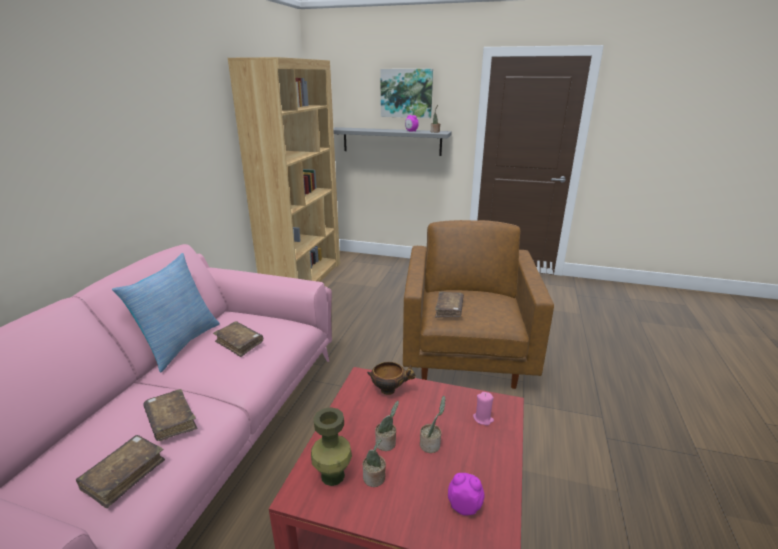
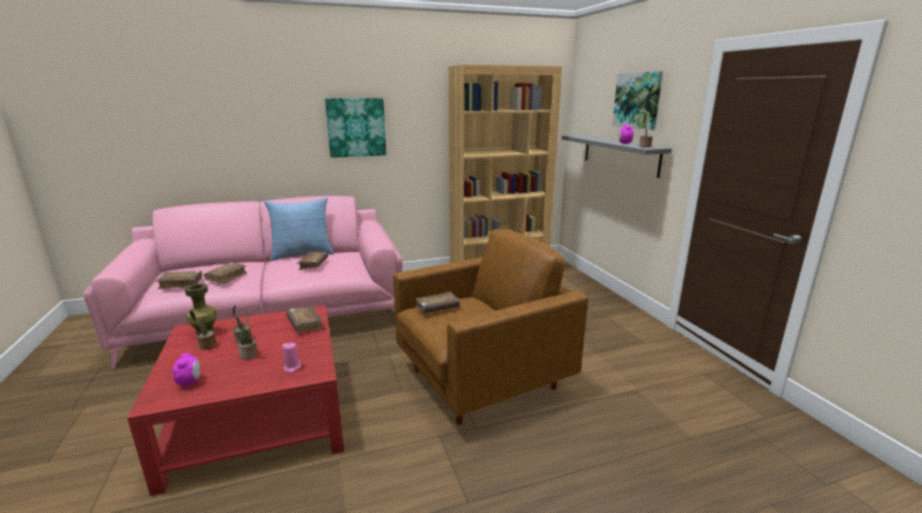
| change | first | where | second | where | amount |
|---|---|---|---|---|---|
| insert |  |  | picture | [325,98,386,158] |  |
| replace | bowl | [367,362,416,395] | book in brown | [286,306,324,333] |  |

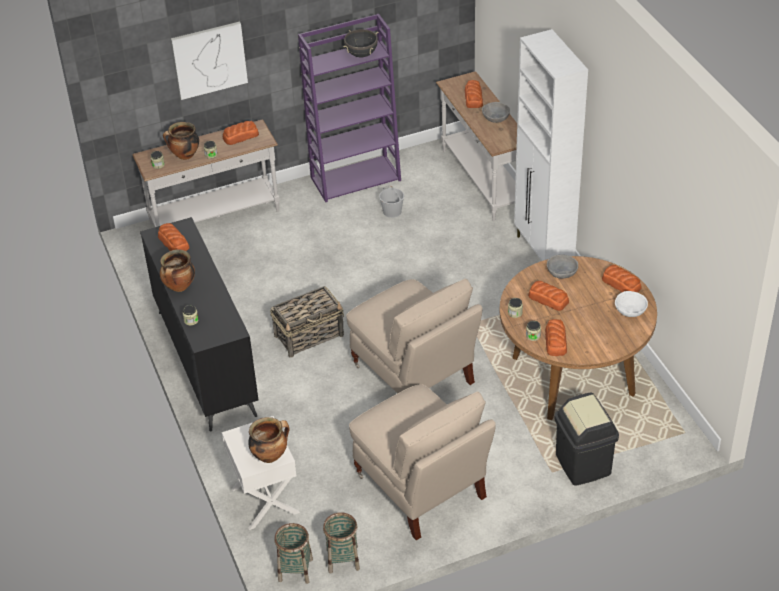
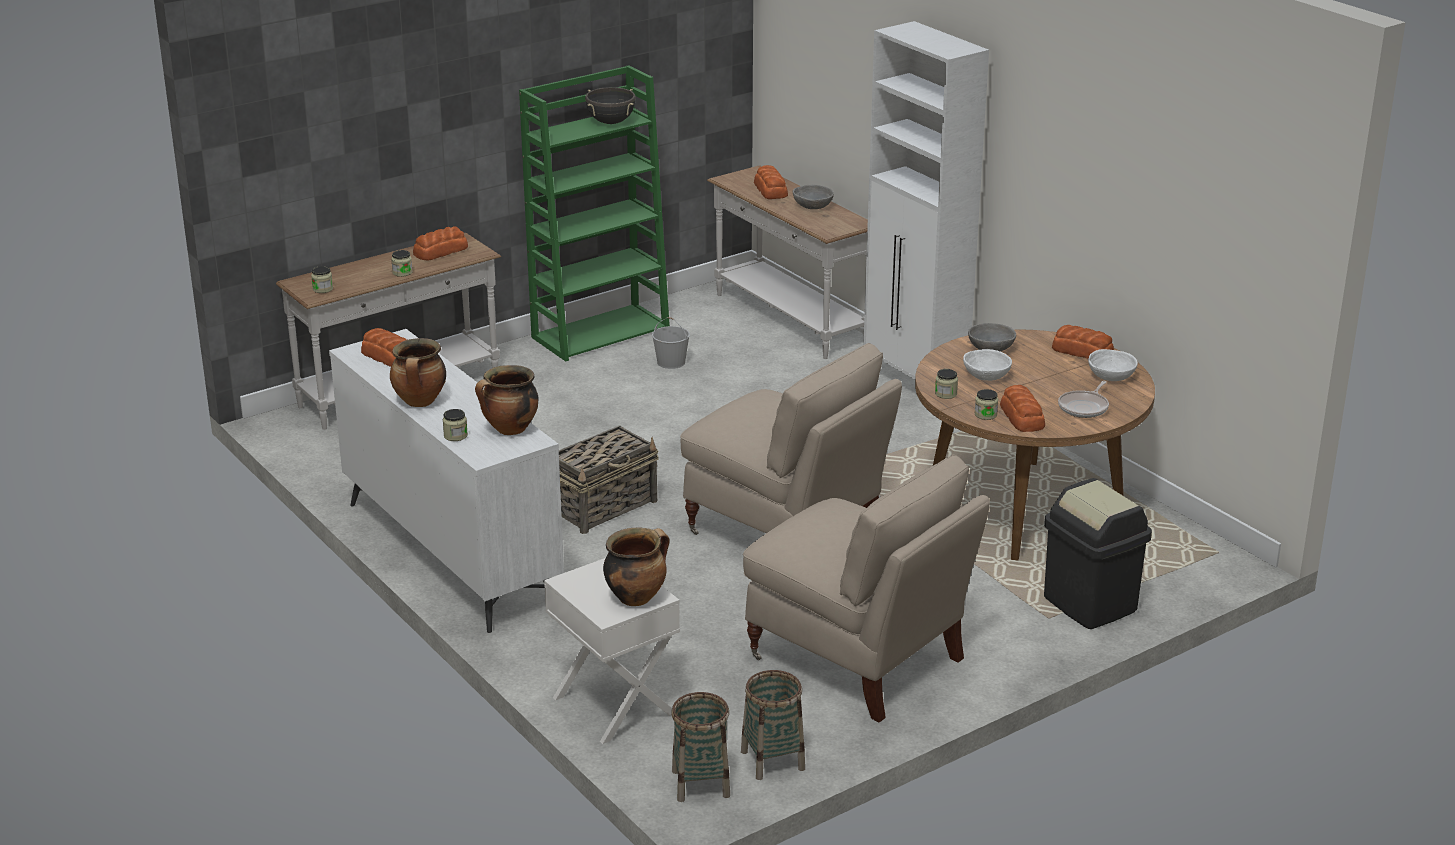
| change | first | where | second | where | amount |
|---|---|---|---|---|---|
| delete | picture | [171,22,248,100] |  |  |  |
| insert |  |  | frying pan | [1058,381,1109,418] |  |
| move | cooking pot | [163,122,199,160] |  | [475,365,539,435] |  |
| replace | bread | [528,281,569,311] | bowl in white | [963,349,1012,381] |  |
| recolor | dresser in black | [140,217,259,432] | dresser in white | [329,329,564,633] |  |
| recolor | bookcase in purple | [298,14,401,202] | bookcase in green | [519,65,670,361] |  |

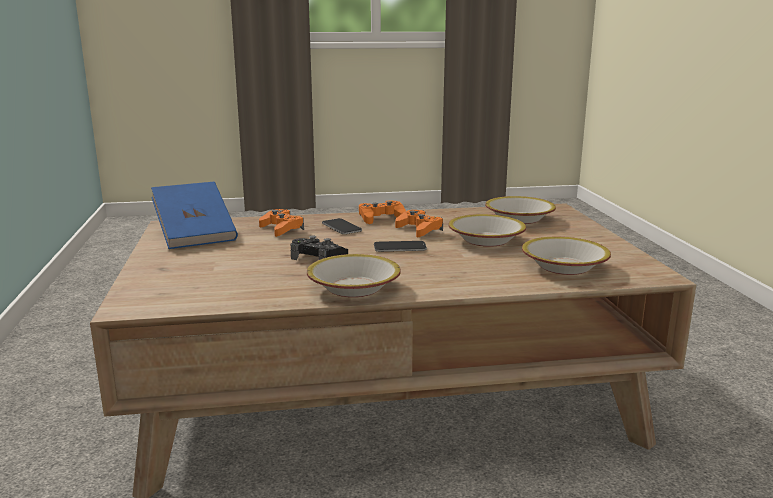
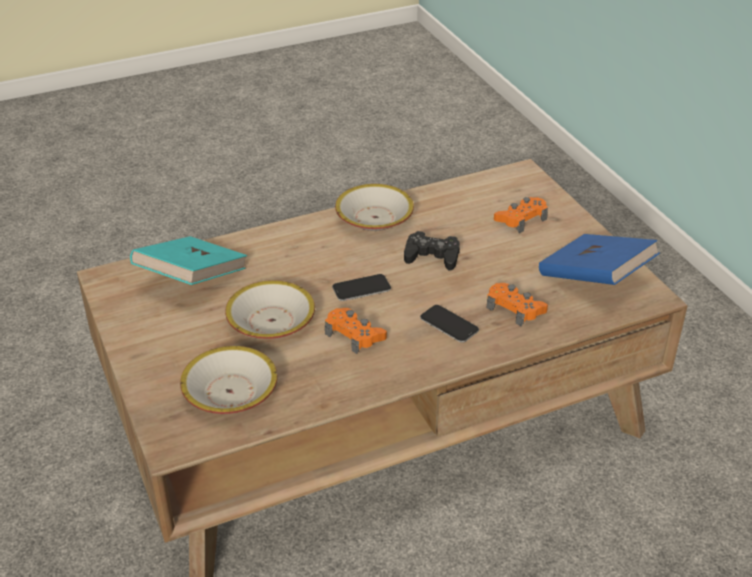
| change | first | where | second | where | amount |
|---|---|---|---|---|---|
| move | game controller in orange | [359,200,406,224] |  | [494,197,548,233] |  |
| replace | bowl | [522,237,611,275] | book in turquoise | [130,236,247,285] |  |

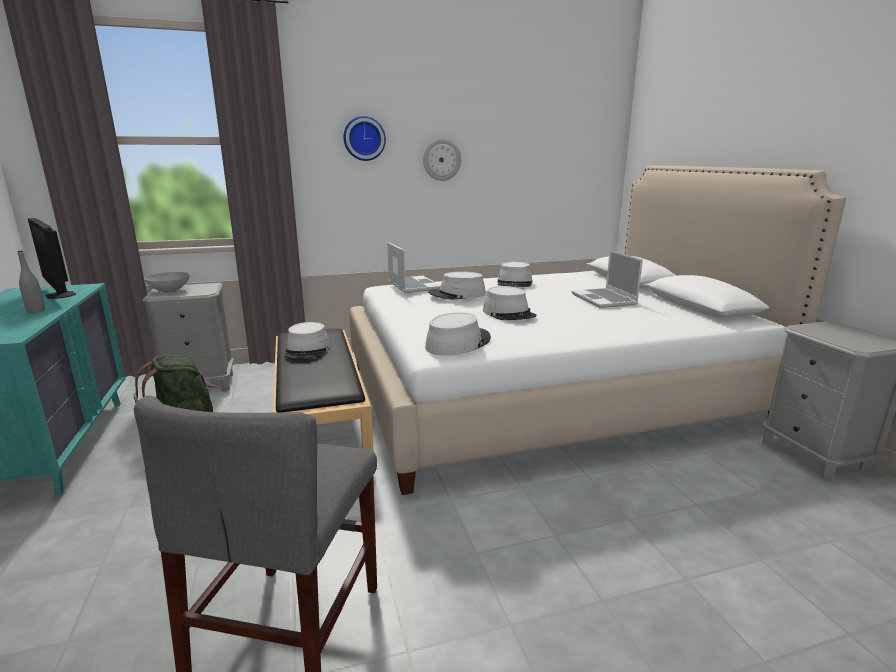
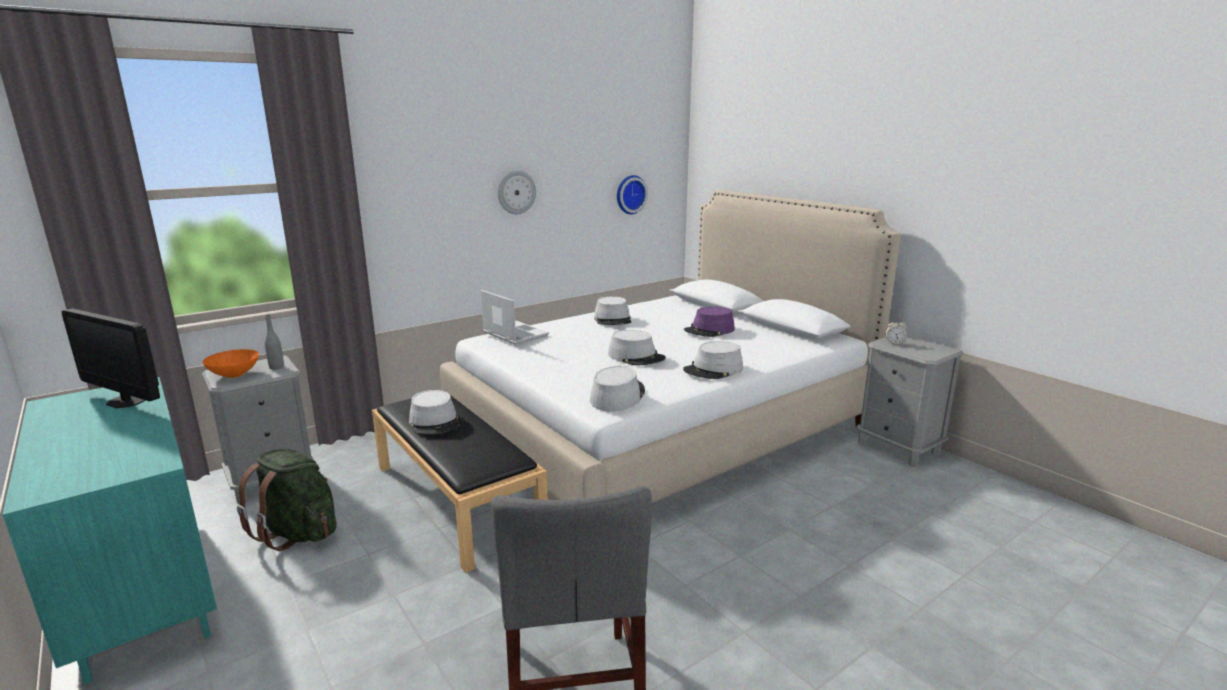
| change | first | where | second | where | amount |
|---|---|---|---|---|---|
| insert |  |  | alarm clock | [886,319,907,345] |  |
| move | bottle in grey | [18,251,45,313] |  | [265,315,284,370] |  |
| move | wall clock | [343,116,386,161] |  | [617,175,648,214] |  |
| move | hat in grey | [428,272,486,300] |  | [683,341,743,379] |  |
| replace | laptop | [572,250,643,308] | hat in purple | [684,307,735,337] |  |
| recolor | bowl in grey | [144,272,190,293] | bowl in orange | [202,349,259,378] |  |

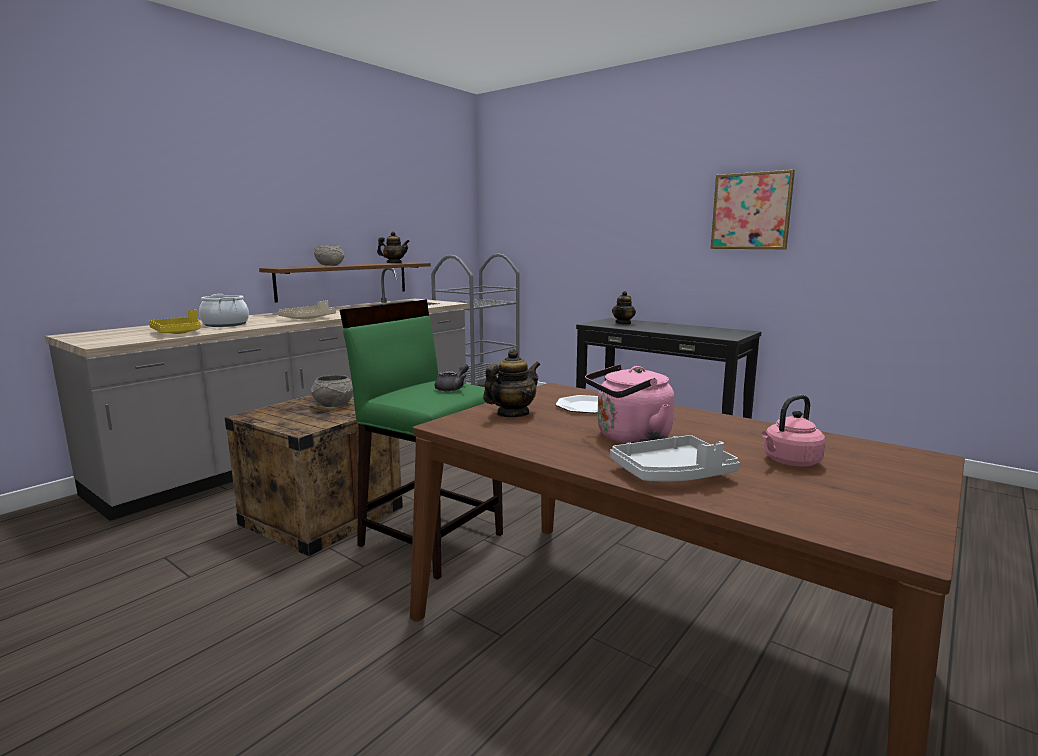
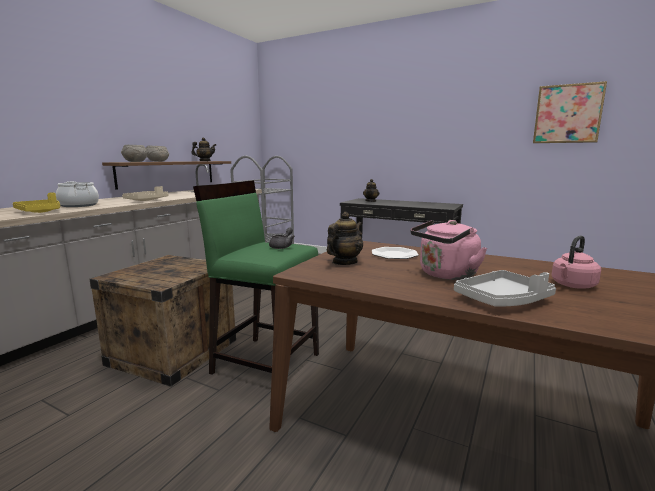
| change | first | where | second | where | amount |
|---|---|---|---|---|---|
| move | bowl in grey | [311,375,353,407] |  | [121,145,147,162] |  |
| move | picture | [710,170,795,249] |  | [533,81,607,143] |  |

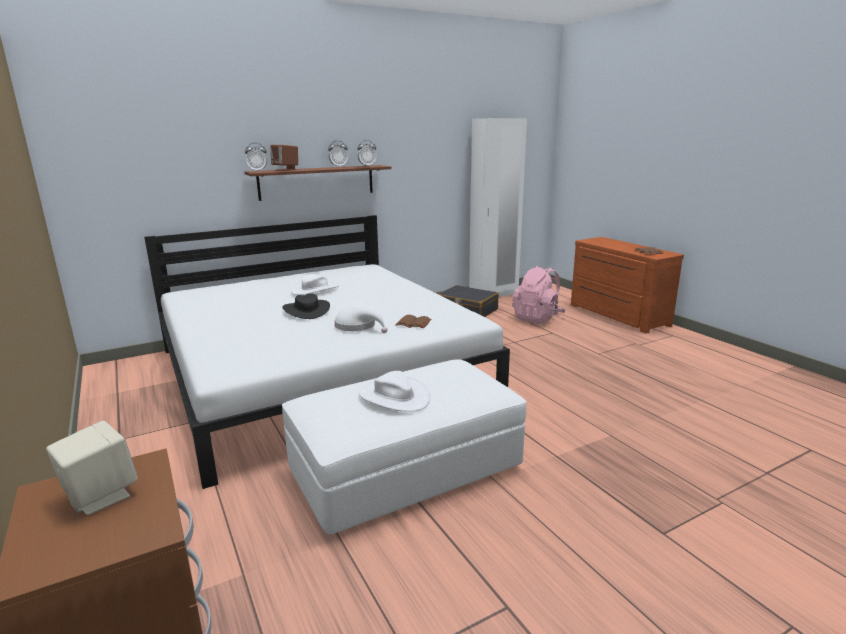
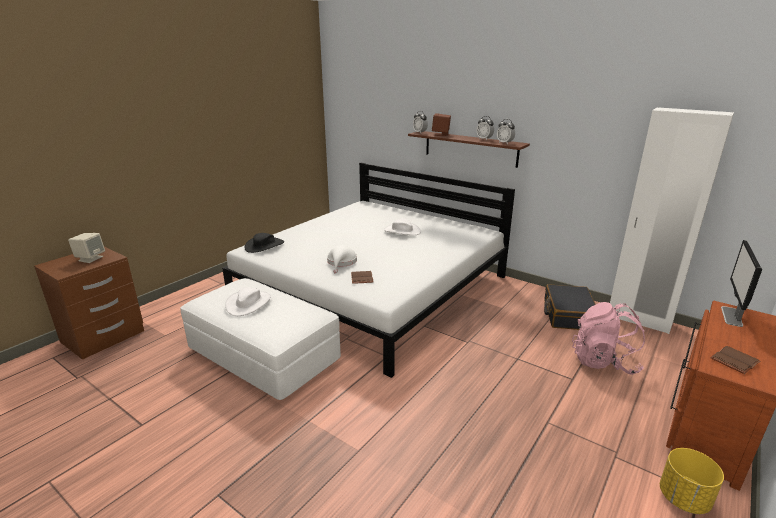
| change | first | where | second | where | amount |
|---|---|---|---|---|---|
| insert |  |  | planter in yellow | [660,448,724,514] |  |
| insert |  |  | monitor | [721,240,762,327] |  |
| move | hat in black | [282,294,330,319] |  | [244,233,284,253] |  |

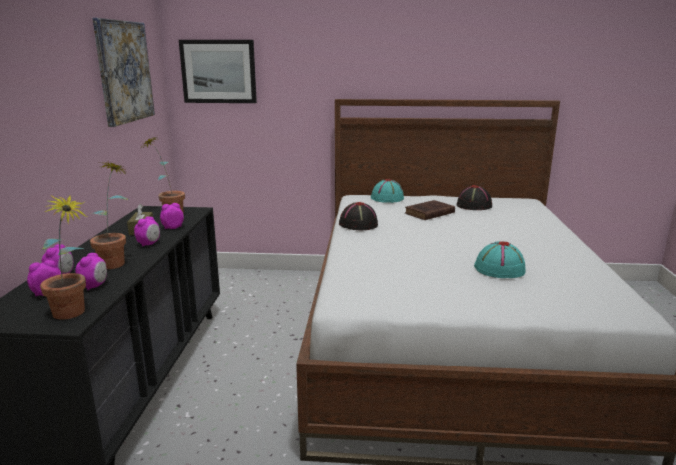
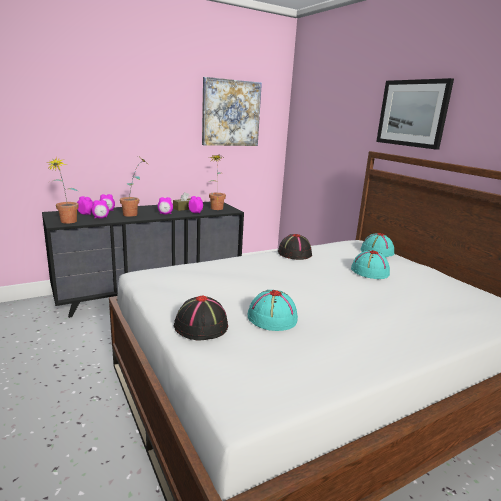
| change | first | where | second | where | amount |
|---|---|---|---|---|---|
| move | picture | [179,40,257,103] |  | [376,78,454,150] |  |
| move | hat in black | [457,185,492,210] |  | [174,296,228,340] |  |
| replace | book in brown | [405,200,455,220] | hat in turquoise | [351,250,390,279] |  |

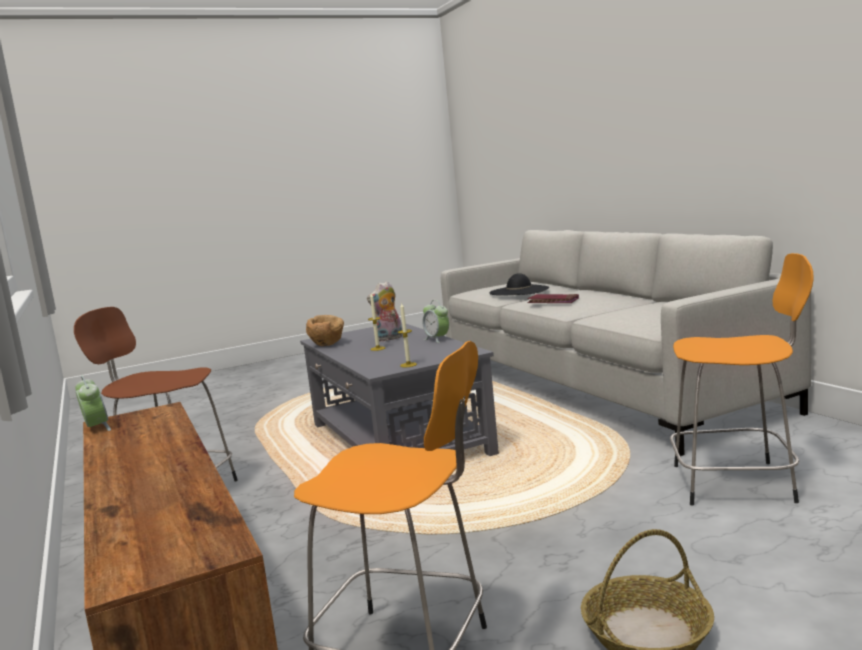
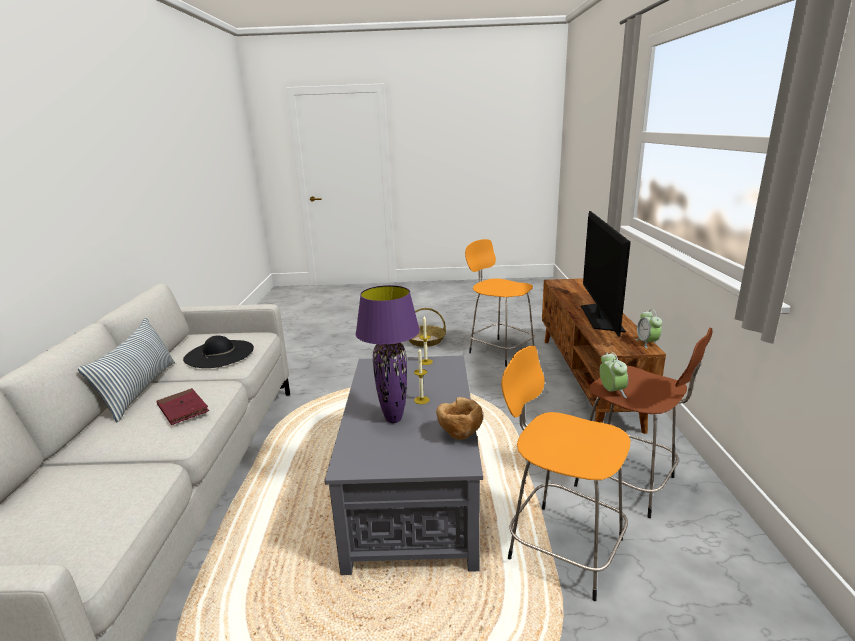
| change | first | where | second | where | amount |
|---|---|---|---|---|---|
| insert |  |  | pillow | [78,318,175,422] |  |
| insert |  |  | television | [581,211,631,337] |  |
| move | alarm clock | [422,300,449,343] |  | [599,352,628,398] |  |
| move | hat in black | [490,273,549,296] |  | [183,335,254,368] |  |
| move | stool in orange | [670,253,814,506] |  | [501,346,630,601] |  |
| replace | plush toy | [367,281,402,342] | table lamp in purple | [355,285,420,423] |  |

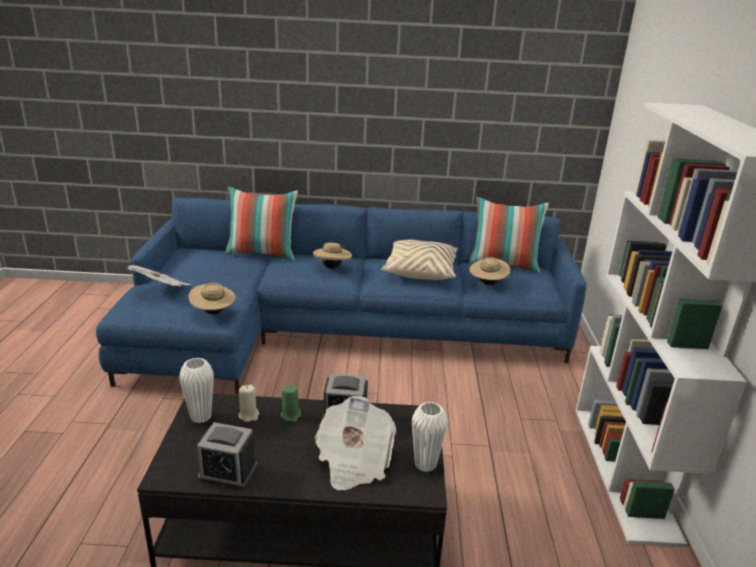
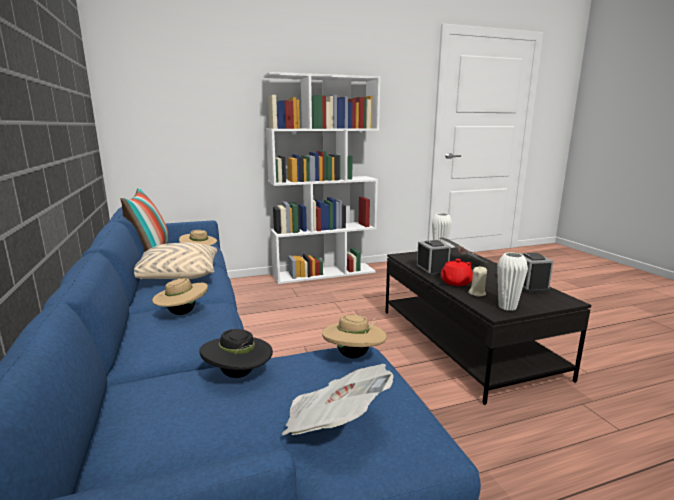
| change | first | where | second | where | amount |
|---|---|---|---|---|---|
| delete | pillow | [225,187,298,260] |  |  |  |
| insert |  |  | hat in black | [199,329,273,378] |  |
| replace | candle in green | [280,385,301,422] | teapot in red | [441,259,473,286] |  |

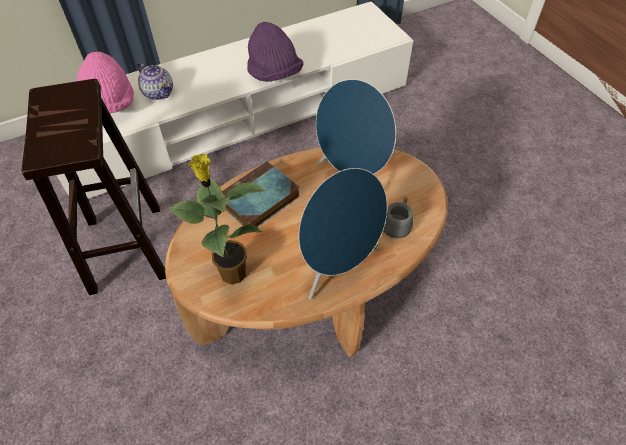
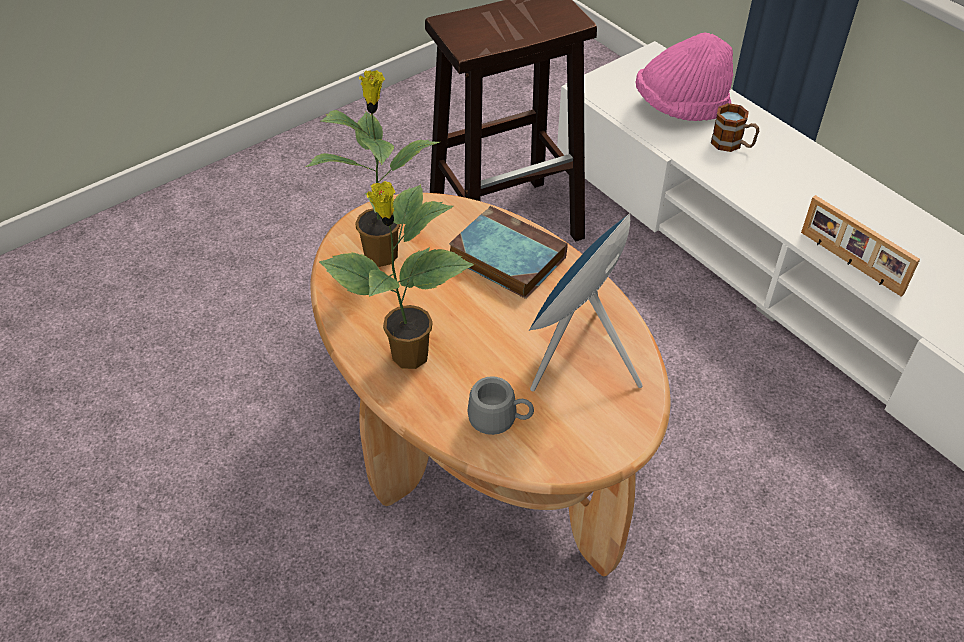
| change | first | where | second | where | amount |
|---|---|---|---|---|---|
| replace | teapot | [137,62,173,100] | mug | [711,103,759,152] |  |
| replace | hat in purple | [247,22,303,82] | picture frame | [801,195,920,297] |  |
| replace | speaker in blue | [299,168,387,300] | potted plant | [319,181,474,369] |  |

